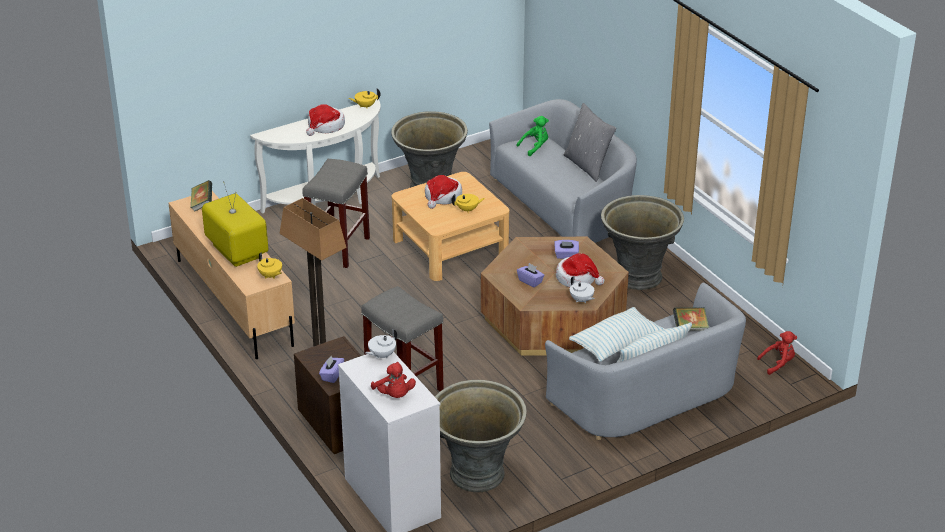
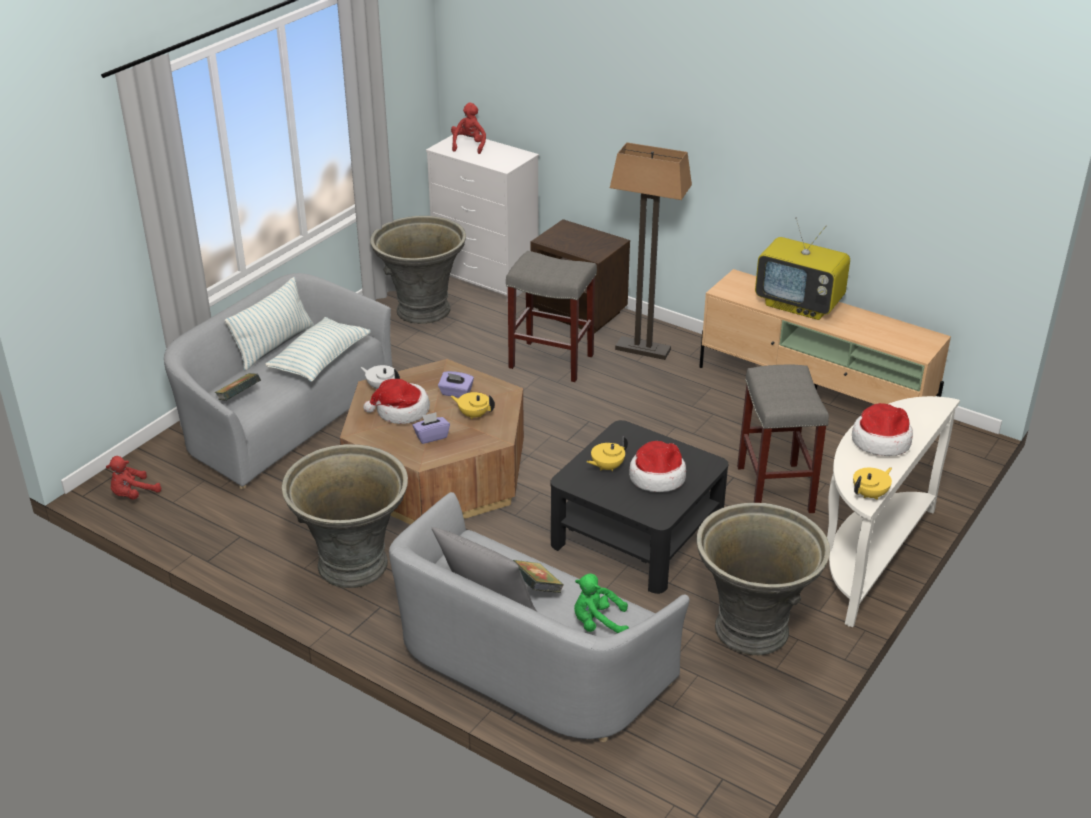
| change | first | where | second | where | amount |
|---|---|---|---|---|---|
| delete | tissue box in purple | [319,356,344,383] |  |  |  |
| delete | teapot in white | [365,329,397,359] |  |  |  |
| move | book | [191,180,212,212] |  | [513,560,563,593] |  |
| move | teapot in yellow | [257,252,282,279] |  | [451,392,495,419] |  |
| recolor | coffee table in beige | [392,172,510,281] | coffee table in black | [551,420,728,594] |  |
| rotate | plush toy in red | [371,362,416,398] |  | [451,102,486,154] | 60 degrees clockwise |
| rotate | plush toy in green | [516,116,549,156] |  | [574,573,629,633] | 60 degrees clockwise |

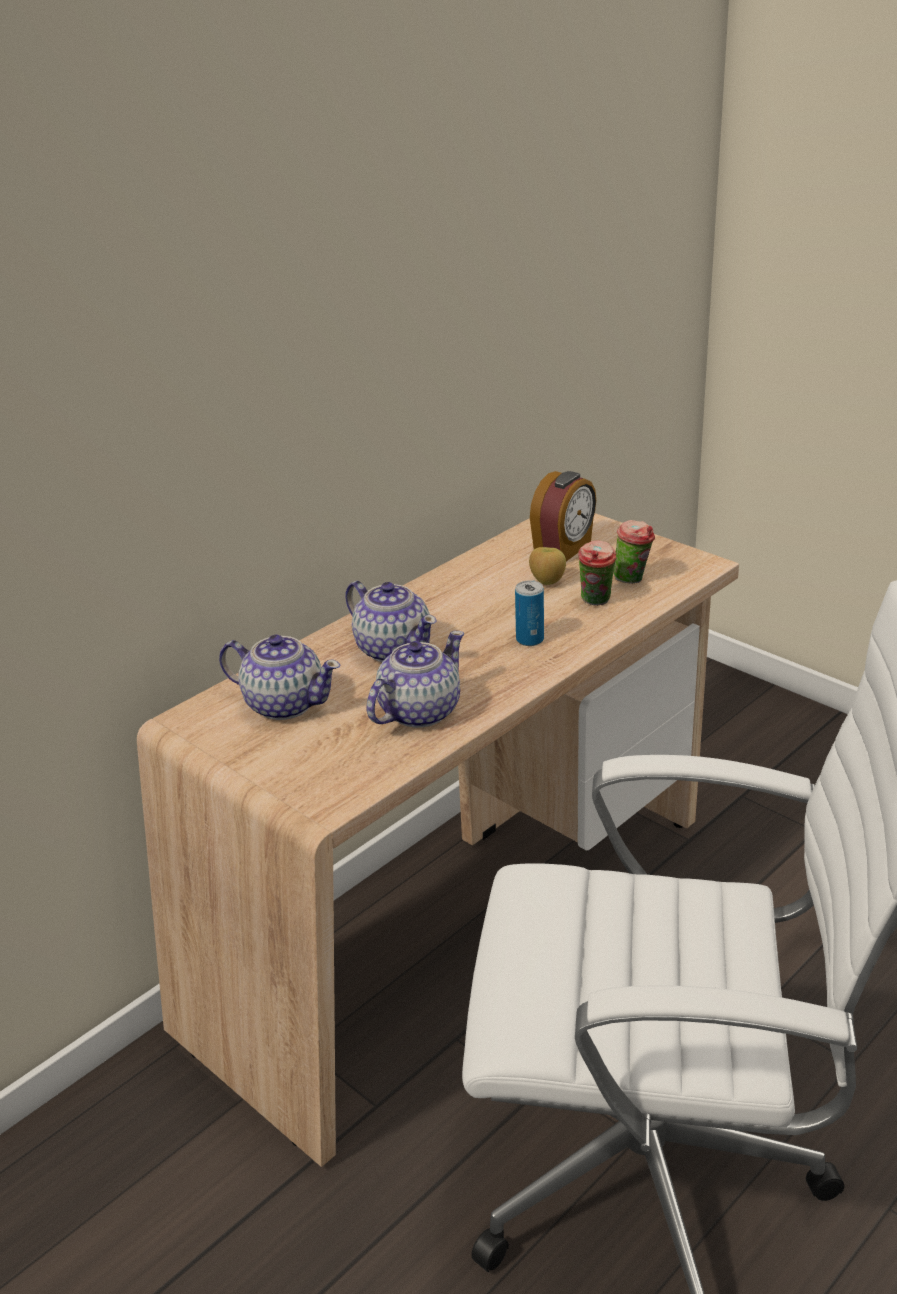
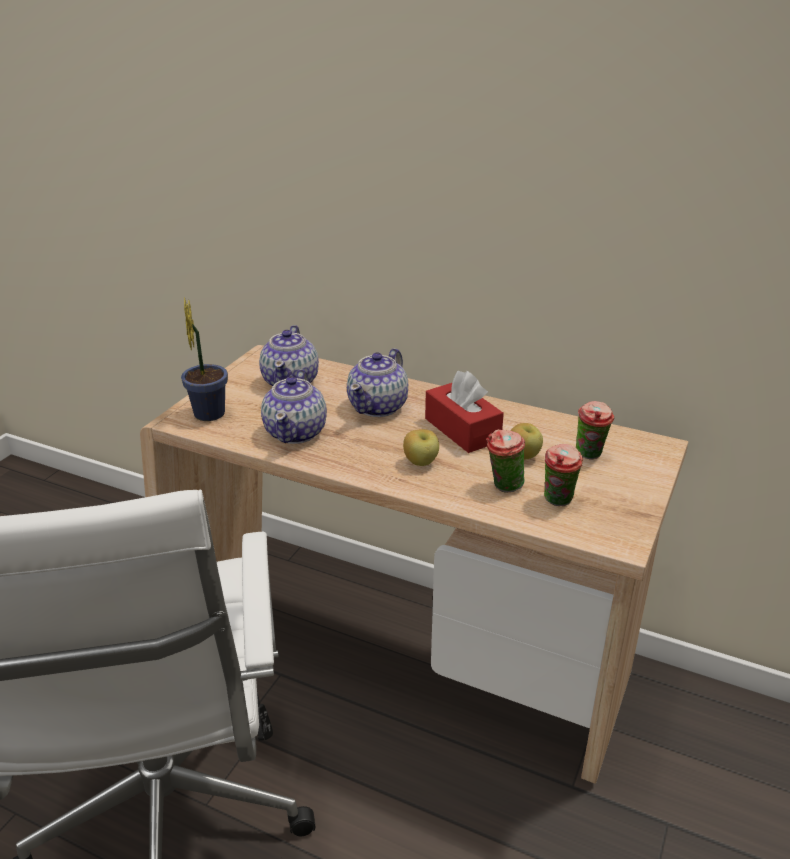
| change | first | where | second | where | amount |
|---|---|---|---|---|---|
| insert |  |  | potted plant | [181,297,228,421] |  |
| insert |  |  | tissue box in red | [425,371,504,453] |  |
| replace | can | [515,580,544,646] | apple | [403,429,439,466] |  |
| replace | alarm clock | [530,471,596,561] | cup | [576,401,614,460] |  |
| rotate | teapot | [367,631,464,728] |  | [261,369,327,444] | 75 degrees clockwise |

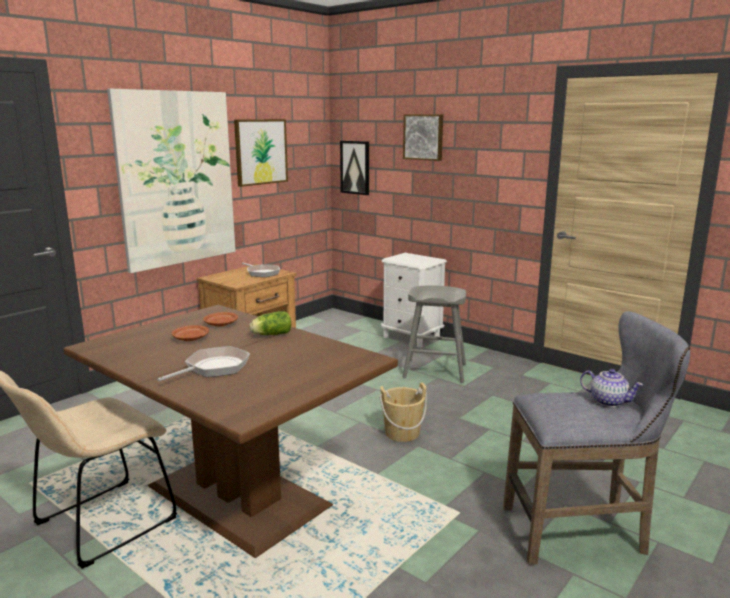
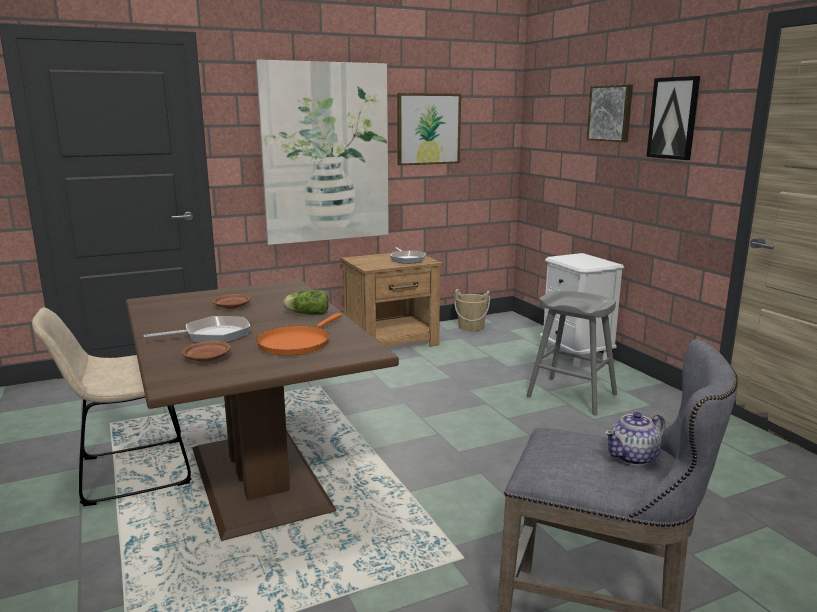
| change | first | where | second | where | amount |
|---|---|---|---|---|---|
| insert |  |  | frying pan in orange | [256,313,342,355] |  |
| move | plate in brown | [203,312,238,327] |  | [182,341,231,362] |  |
| move | picture | [340,141,369,195] |  | [647,76,700,160] |  |
| move | bucket in beige | [379,383,427,442] |  | [454,289,490,331] |  |
| rotate | teapot | [580,369,644,407] |  | [605,412,666,466] | 90 degrees clockwise |

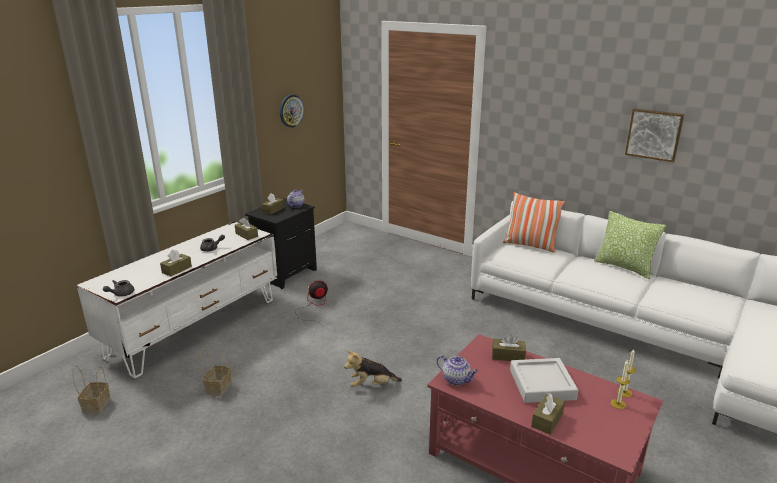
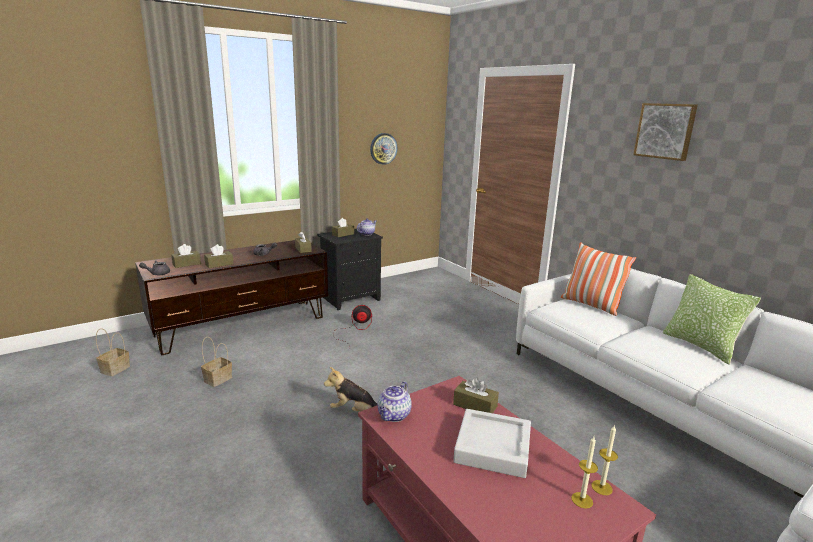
| change | first | where | second | where | amount |
|---|---|---|---|---|---|
| move | tissue box in brown | [531,393,565,435] |  | [171,244,201,268] |  |
| move | picture | [625,108,684,162] |  | [633,103,698,161] |  |
| recolor | tv stand in white | [77,222,278,378] | tv stand in brown | [135,240,328,355] |  |
| rotate | teapot | [437,355,478,385] |  | [377,381,412,422] | 60 degrees clockwise |

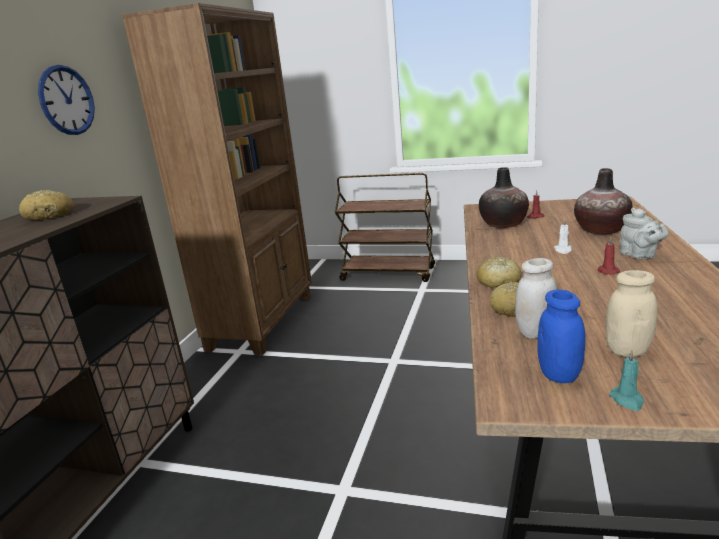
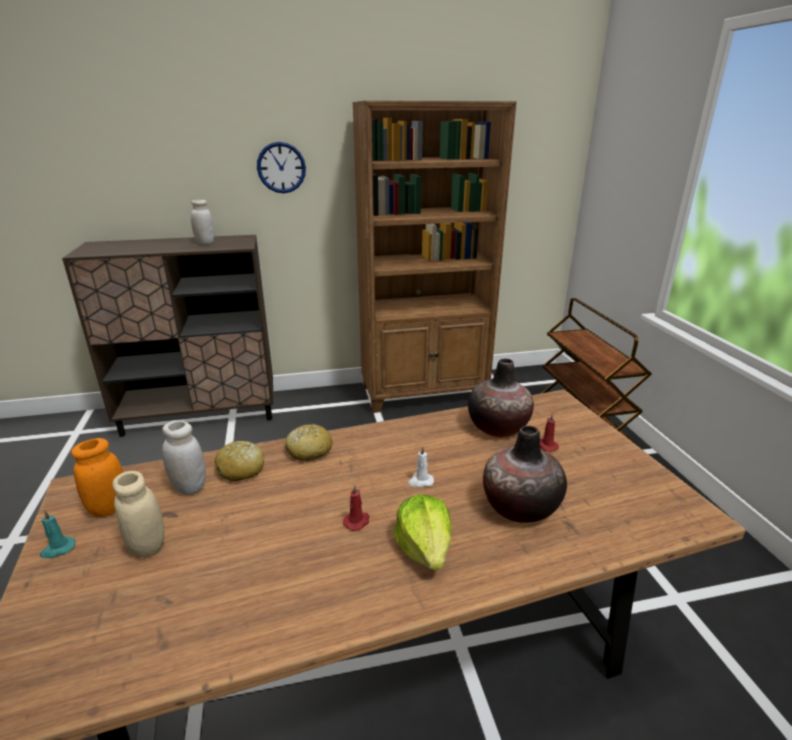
| change | first | where | second | where | amount |
|---|---|---|---|---|---|
| replace | bread | [19,190,73,220] | jar in white | [191,200,215,245] |  |
| replace | teapot in grey | [620,208,669,259] | lettuce | [394,494,452,570] |  |
| recolor | jar in blue | [537,289,585,383] | jar in orange | [71,438,123,517] |  |

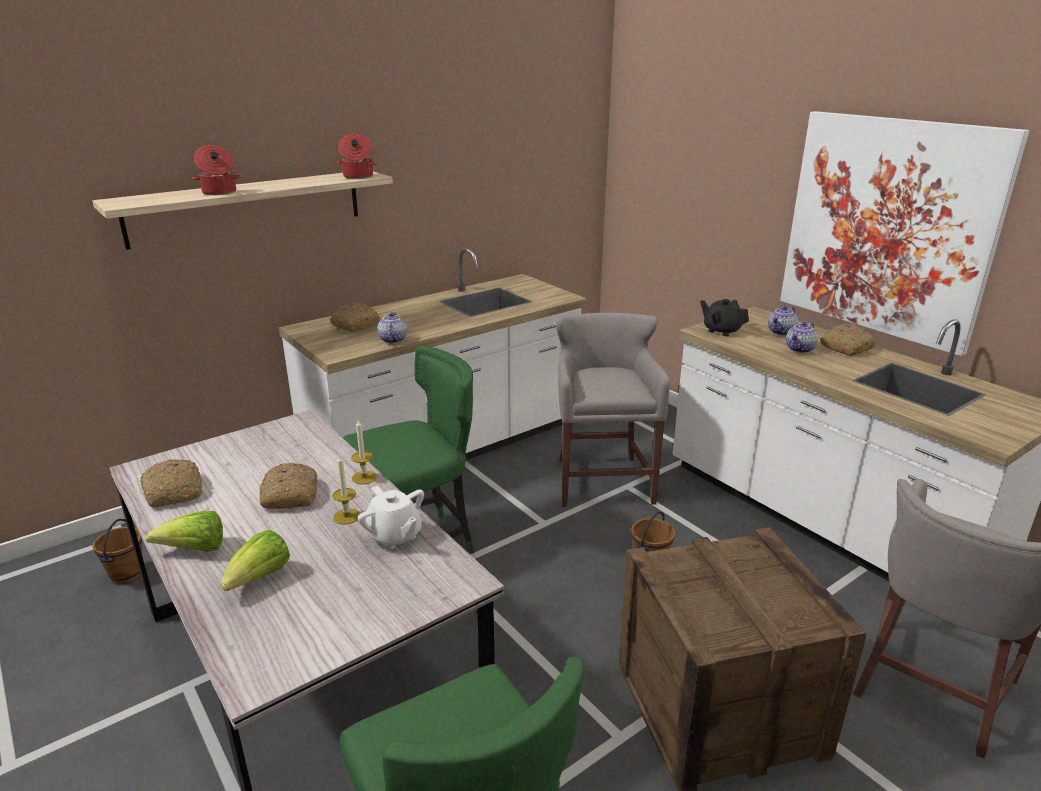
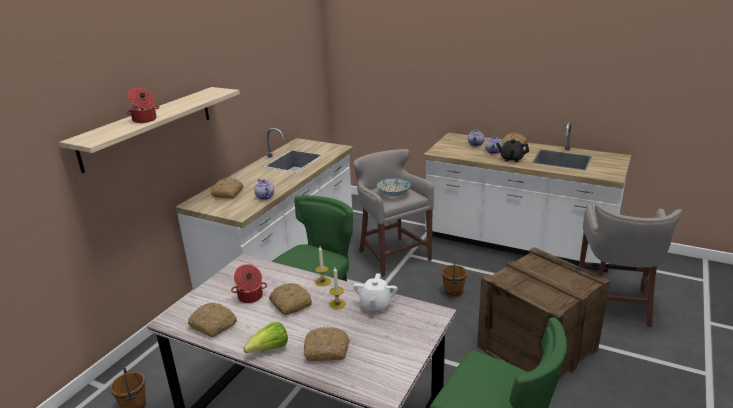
| change | first | where | second | where | amount |
|---|---|---|---|---|---|
| delete | picture | [780,111,1029,356] |  |  |  |
| insert |  |  | bowl | [377,178,411,197] |  |
| move | cooking pot | [337,134,377,179] |  | [231,264,267,303] |  |
| move | teapot in black | [700,299,749,336] |  | [496,139,529,162] |  |
| replace | lettuce | [221,530,290,591] | bread | [304,327,350,361] |  |
| rotate | teapot in white | [358,485,424,550] |  | [353,273,398,312] | 75 degrees clockwise |

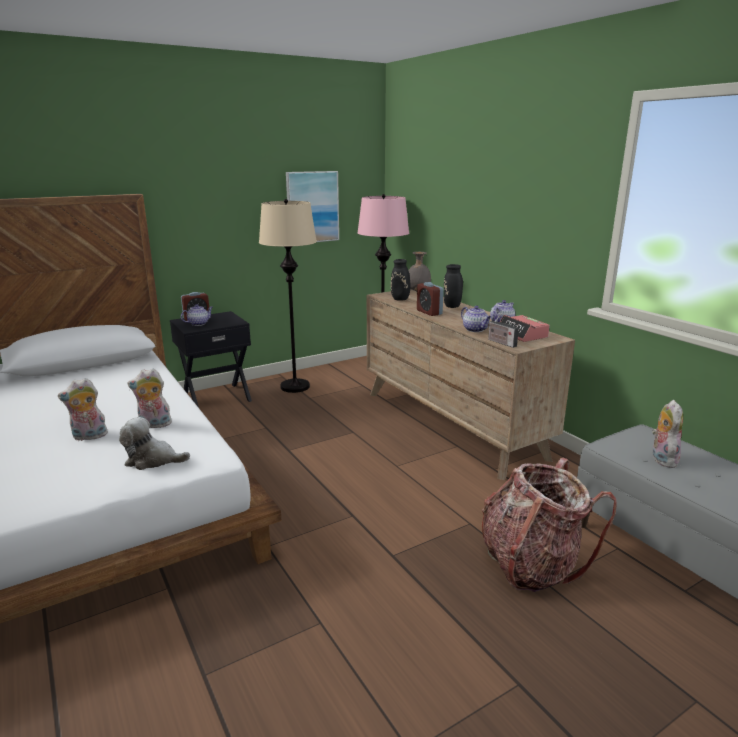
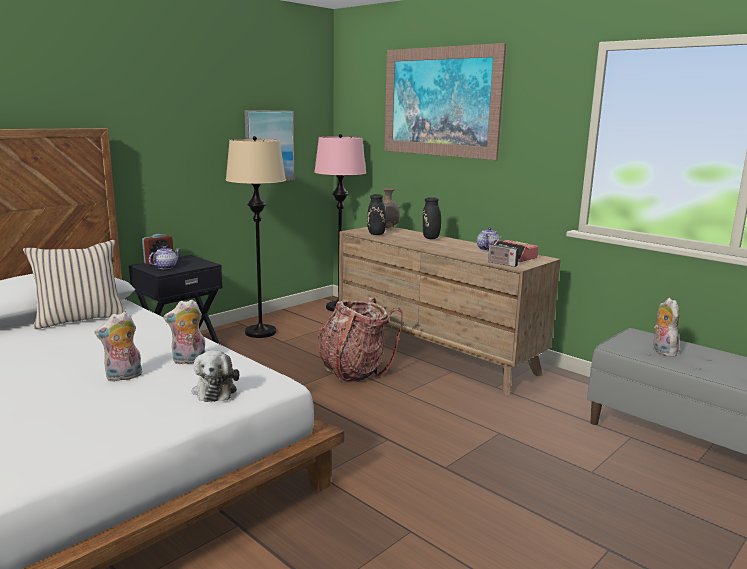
| change | first | where | second | where | amount |
|---|---|---|---|---|---|
| delete | alarm clock | [417,282,444,316] |  |  |  |
| delete | teapot | [461,306,492,332] |  |  |  |
| insert |  |  | pillow in beige | [23,240,126,329] |  |
| insert |  |  | picture | [384,43,506,160] |  |
| move | backpack | [482,458,617,592] |  | [318,297,403,383] |  |
| rotate | plush toy | [119,417,190,470] |  | [192,350,239,402] | 90 degrees counterclockwise |

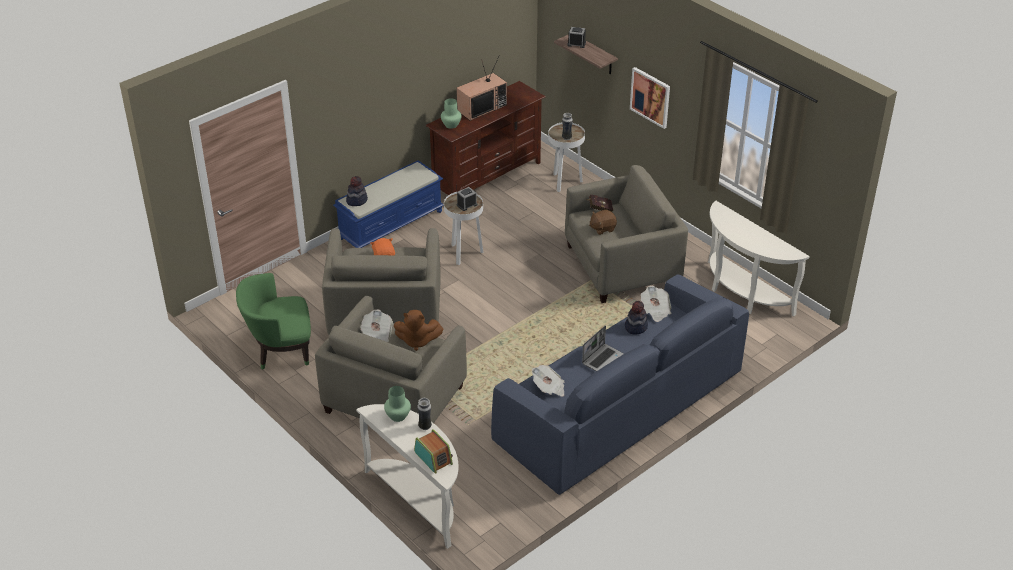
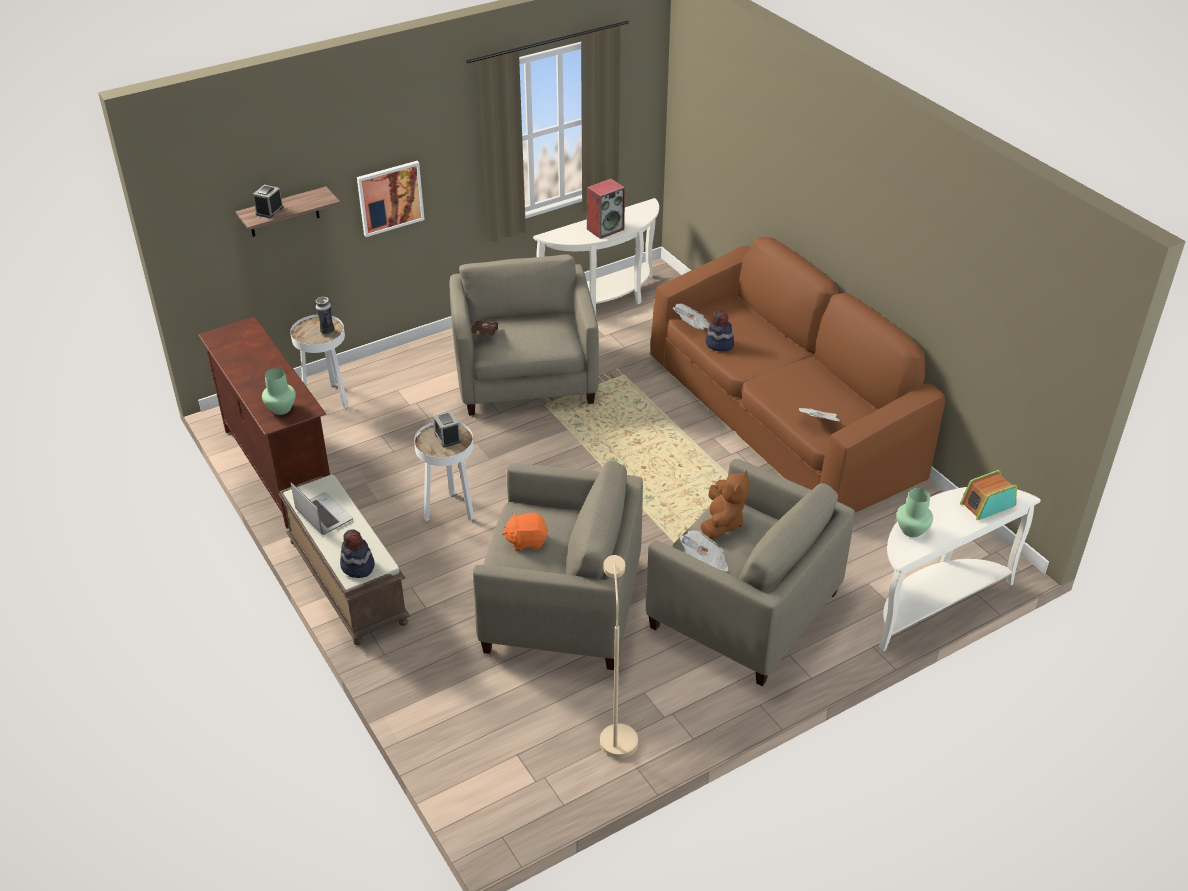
| change | first | where | second | where | amount |
|---|---|---|---|---|---|
| delete | vase | [417,398,432,430] |  |  |  |
| delete | television | [456,55,507,121] |  |  |  |
| delete | plush toy in brown | [589,210,617,235] |  |  |  |
| insert |  |  | speaker | [587,179,625,239] |  |
| move | laptop | [582,325,624,371] |  | [290,482,353,535] |  |
| replace | armchair in green | [236,273,311,370] | floor lamp in beige | [600,555,638,759] |  |
| recolor | bench in blue | [333,160,444,248] | bench in brown | [279,474,410,645] |  |
| recolor | sofa in blue | [491,274,749,495] | sofa in brown | [650,237,945,513] |  |

